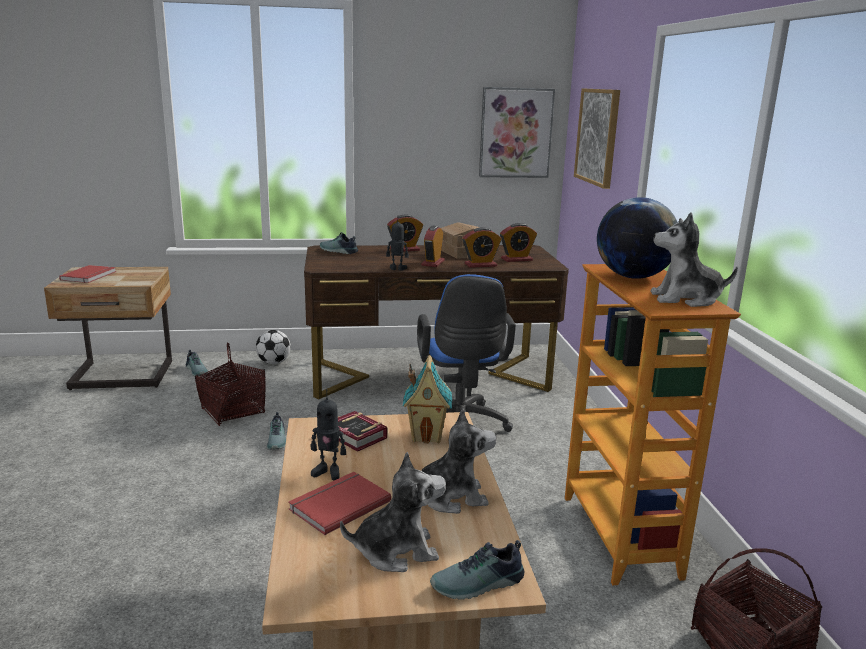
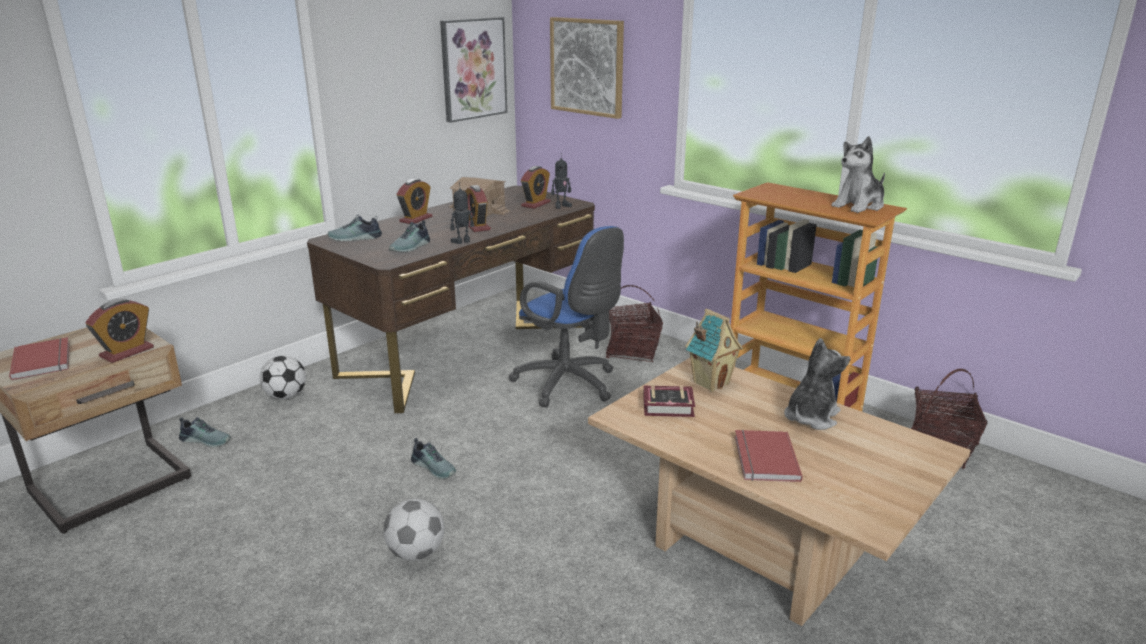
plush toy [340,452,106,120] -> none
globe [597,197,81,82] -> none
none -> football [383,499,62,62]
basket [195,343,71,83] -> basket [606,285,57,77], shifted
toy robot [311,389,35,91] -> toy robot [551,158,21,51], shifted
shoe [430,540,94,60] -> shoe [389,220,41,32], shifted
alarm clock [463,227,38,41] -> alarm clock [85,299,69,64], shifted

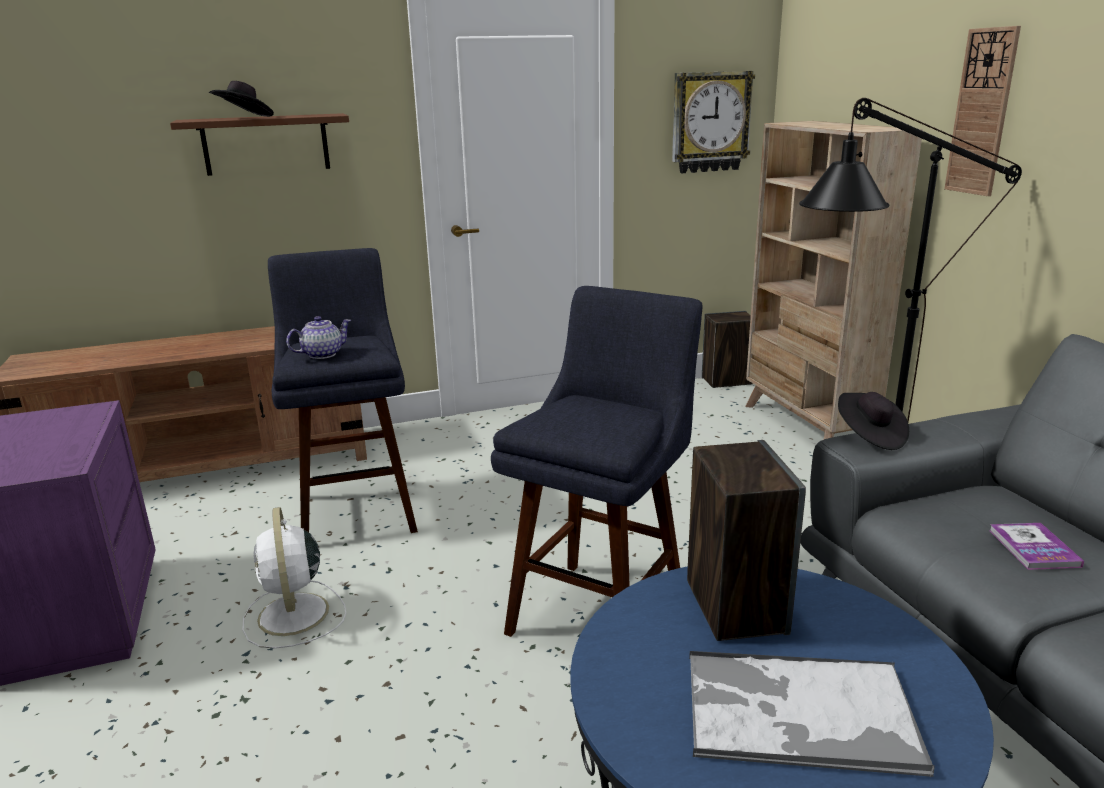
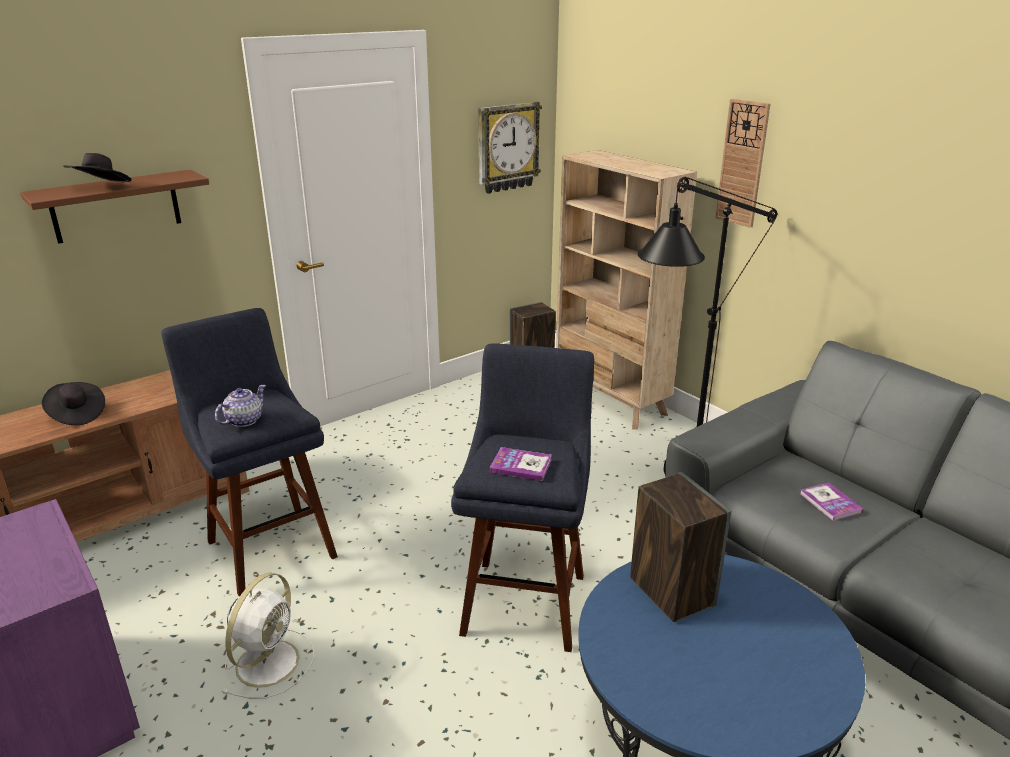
tray [689,651,246,126] -> none
none -> book [489,447,63,34]
hat in black [838,392,71,58] -> hat in black [42,382,63,43], shifted
fan in white [242,507,104,142] -> fan in white [221,572,94,126], 120 degrees counterclockwise

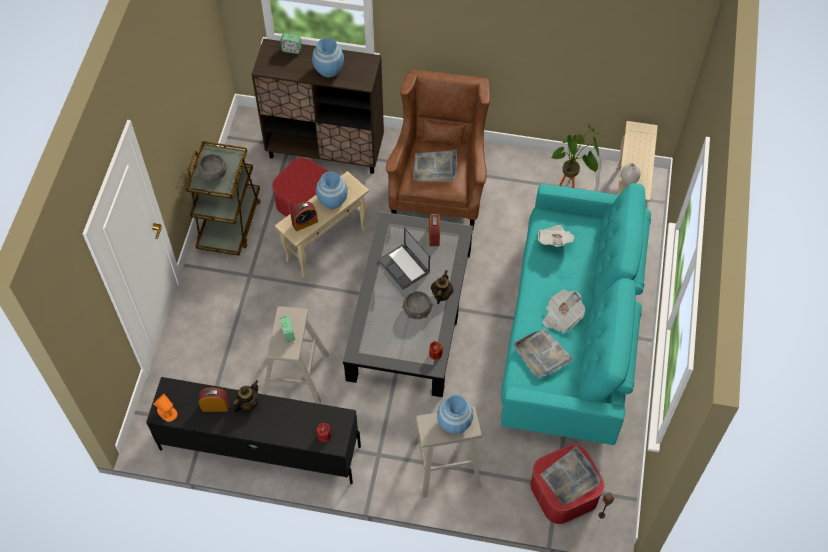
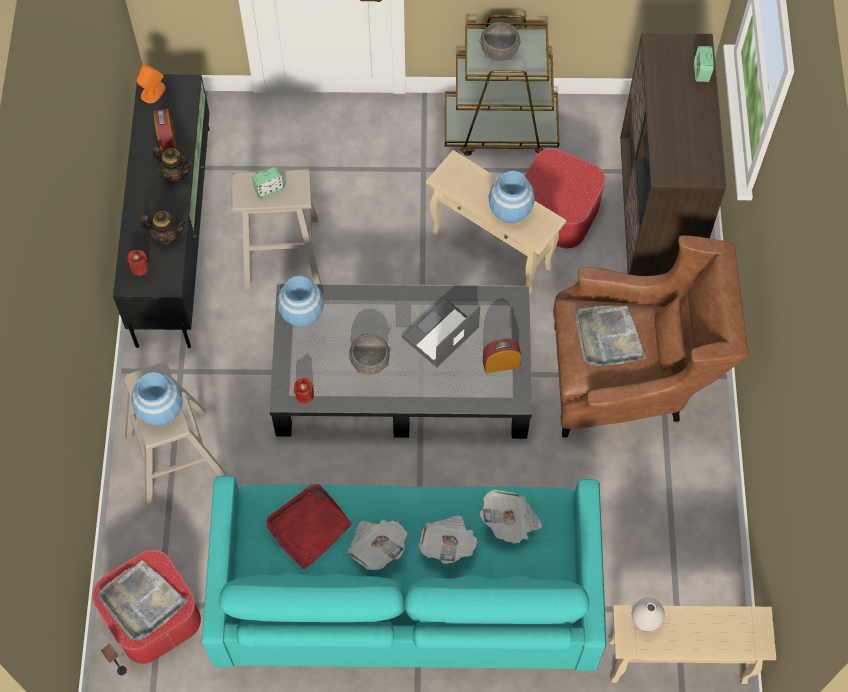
alarm clock [291,202,27,29] -> none
potted plant [551,125,49,63] -> none
none -> newspaper [419,515,59,49]
vase in blue [312,38,32,39] -> vase in blue [277,276,47,51], shifted
teapot [431,270,23,34] -> teapot [140,211,46,34], shifted
tray in grey [514,329,60,48] -> tray in red [267,484,85,86]

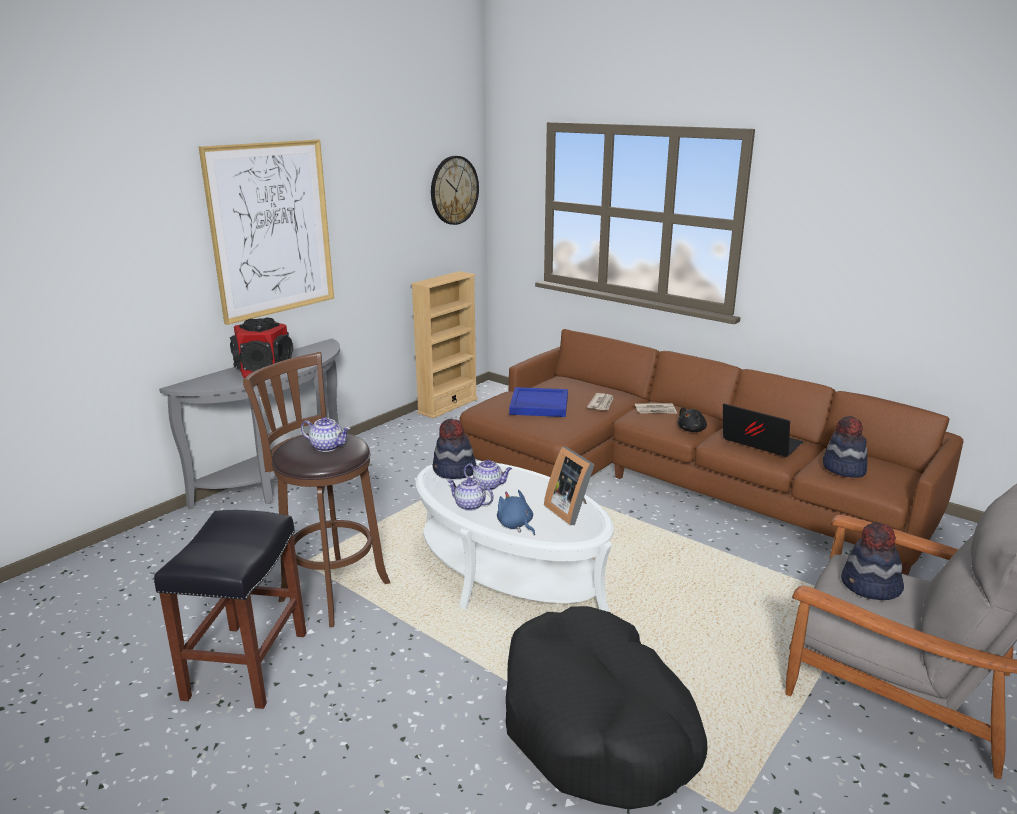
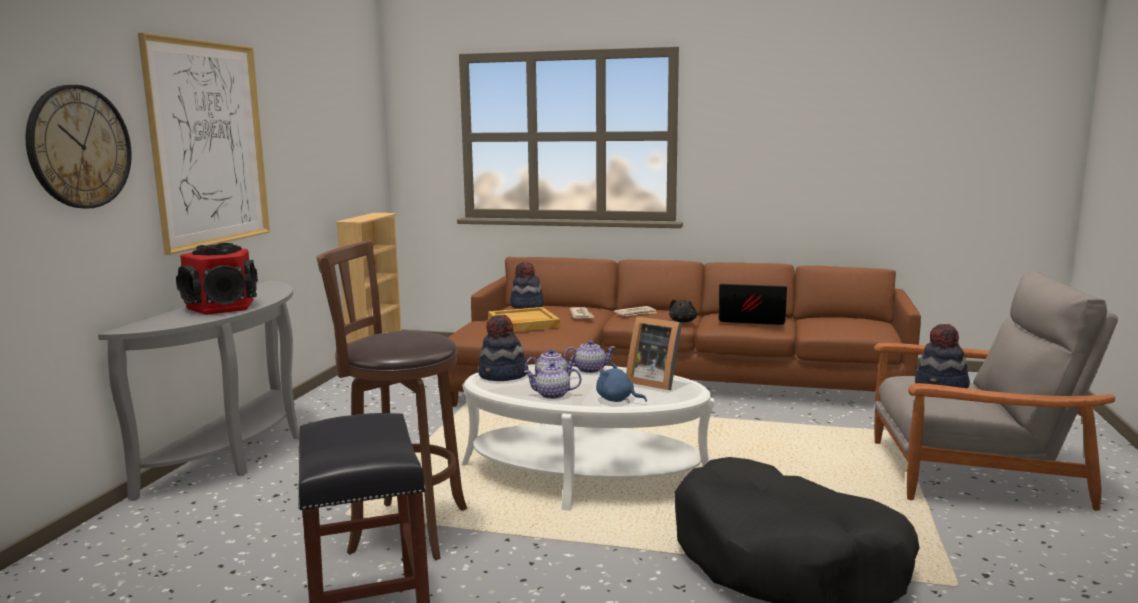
teapot [301,417,49,35] -> teapot [564,340,52,33], shifted
wall clock [431,156,48,69] -> wall clock [25,85,107,123], shifted
hat [823,416,44,62] -> hat [510,262,34,47], shifted
tray in blue [509,387,59,30] -> tray in beige [488,307,72,25]

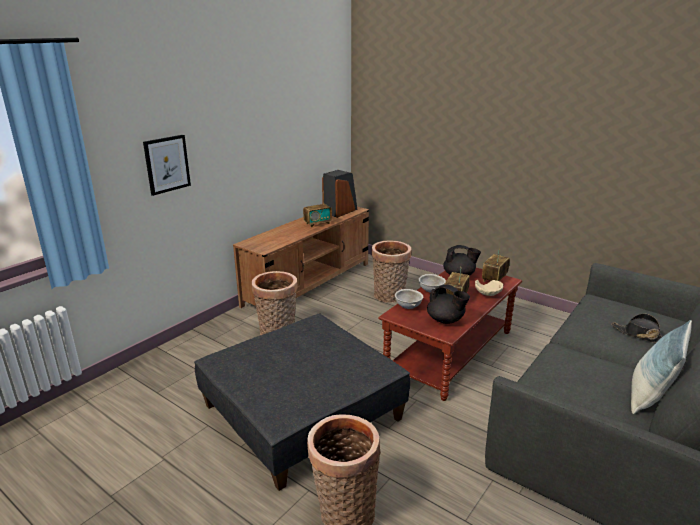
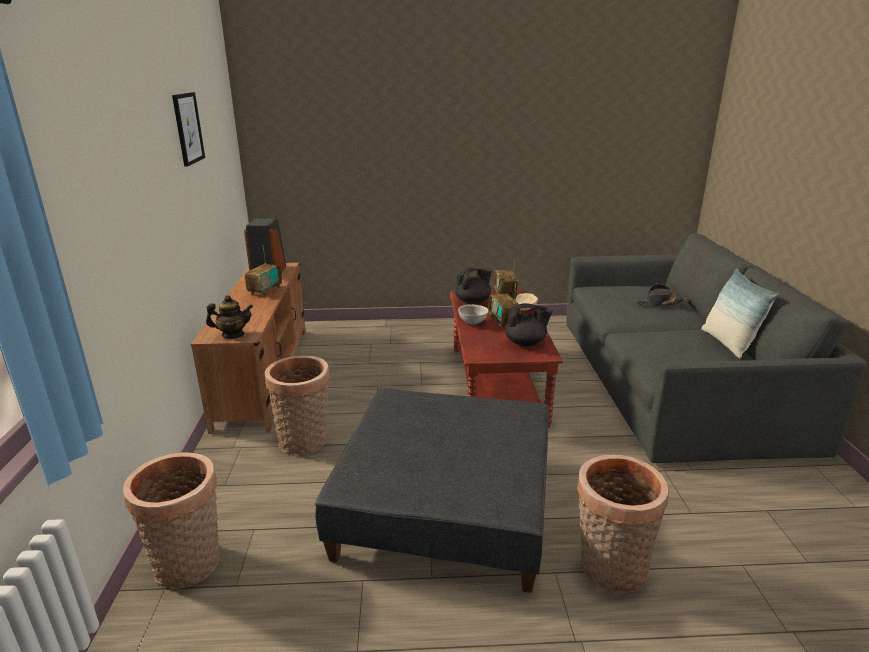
bowl in grey [395,289,28,20] -> none
none -> teapot [206,295,47,44]
picture [143,135,48,61] -> picture [172,92,33,74], shifted
basket [371,240,40,63] -> basket [123,452,97,137], shifted

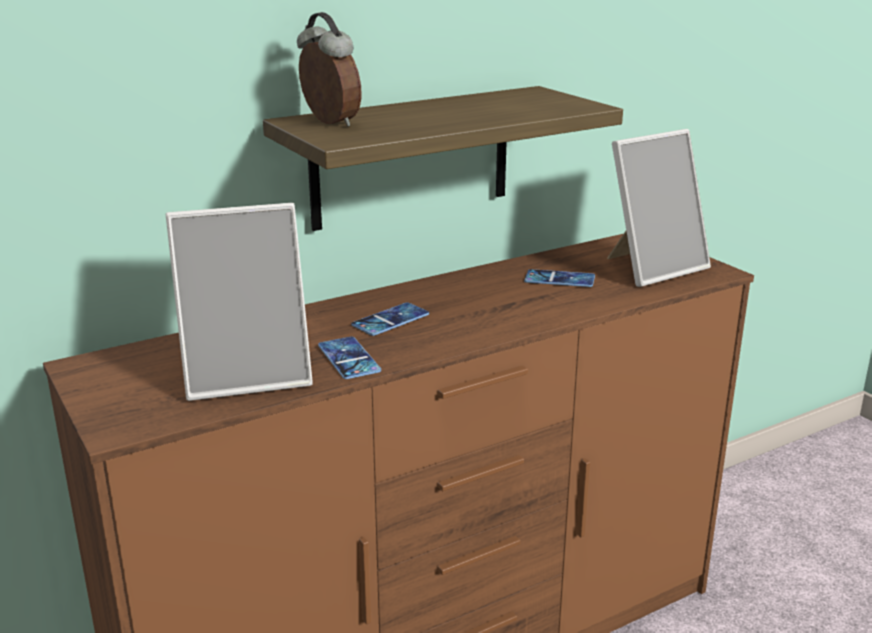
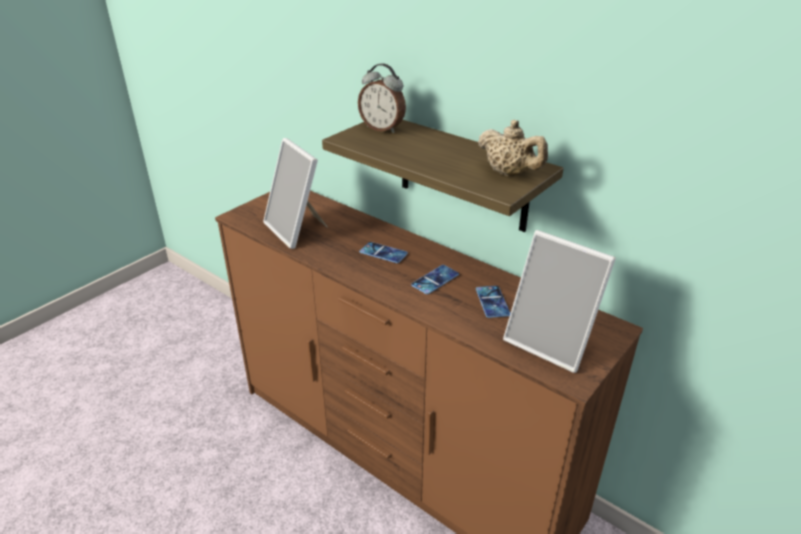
none -> teapot in beige [478,120,70,56]
phone [318,337,63,42] -> phone [411,265,48,29], shifted
alarm clock [297,12,65,115] -> alarm clock [358,63,48,70], 90 degrees clockwise

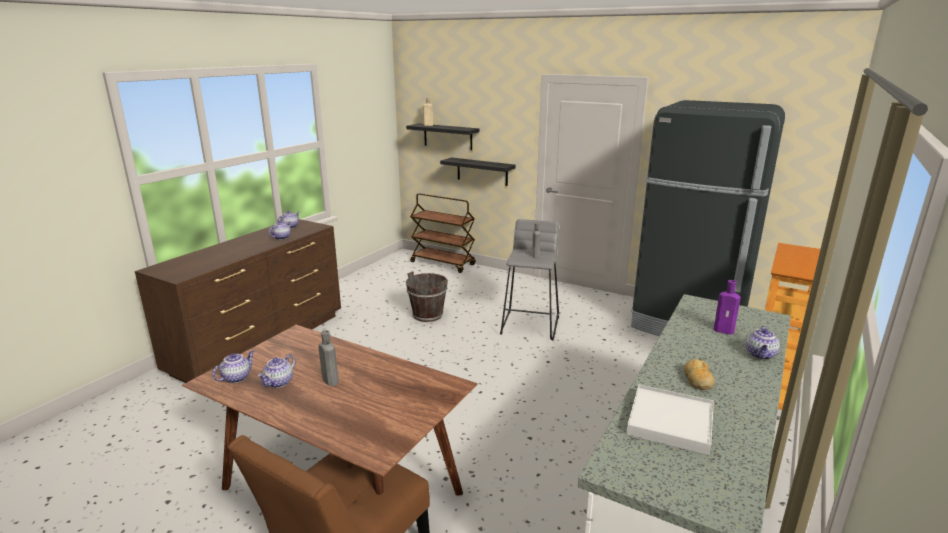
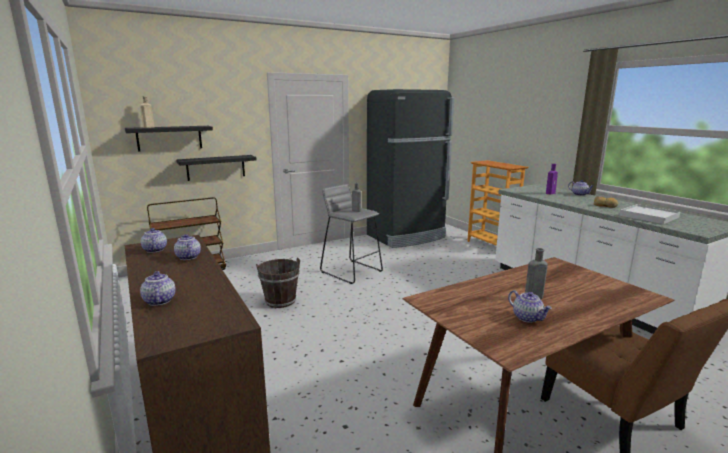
teapot [212,351,42,32] -> teapot [140,271,36,35], shifted

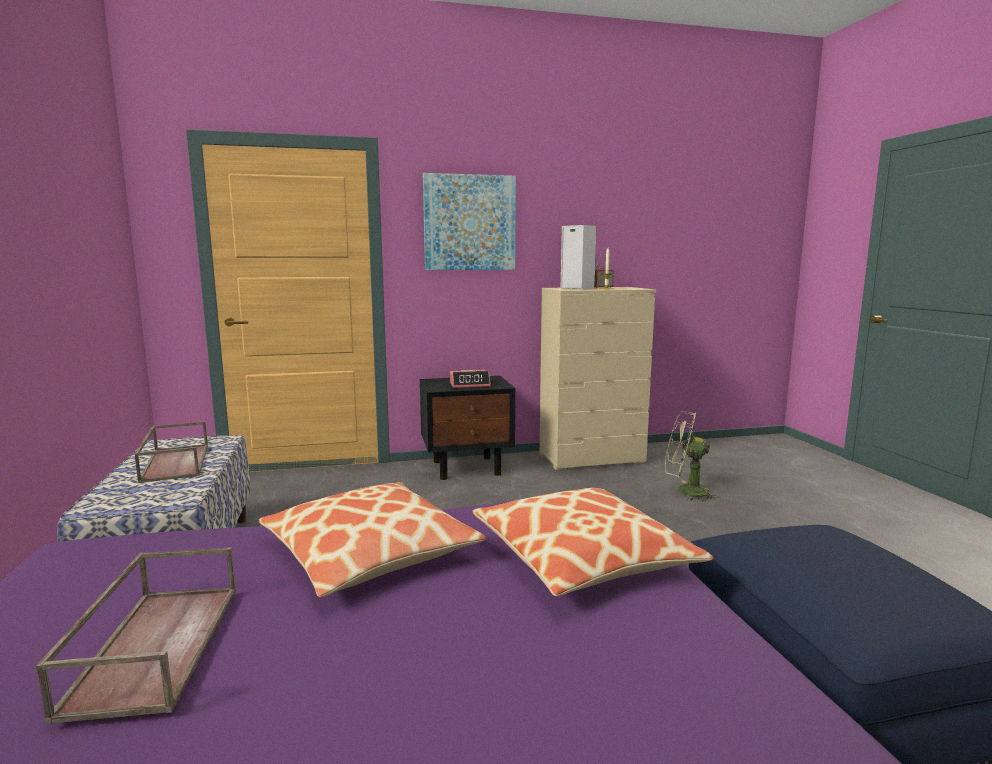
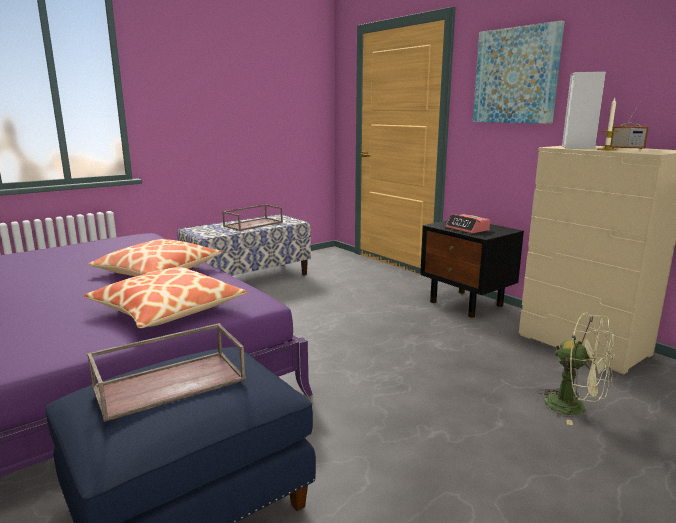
tray in brown [35,547,201,178] -> tray in brown [87,323,159,99], shifted
fan in green [665,411,54,90] -> fan in green [537,312,78,113], 135 degrees clockwise

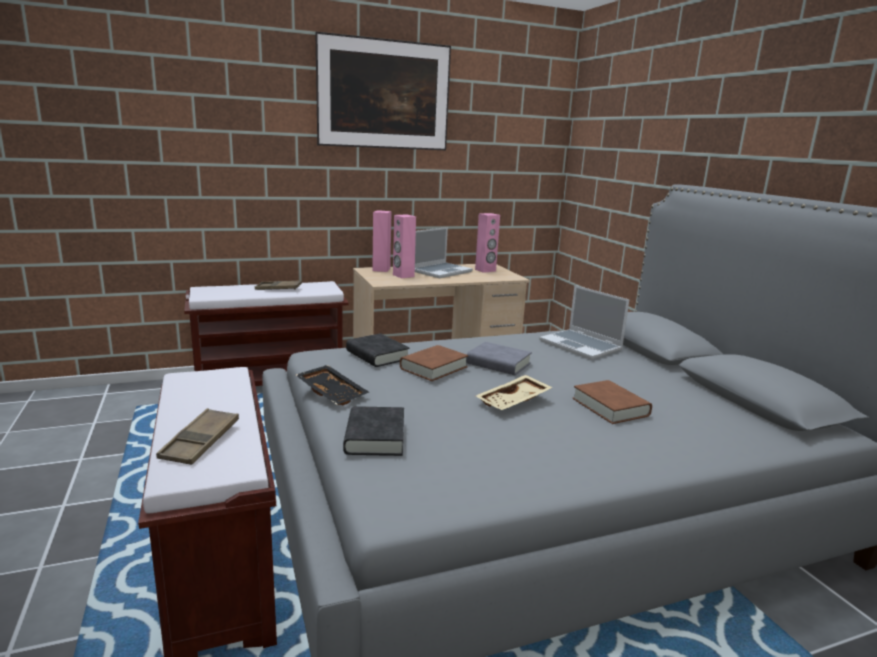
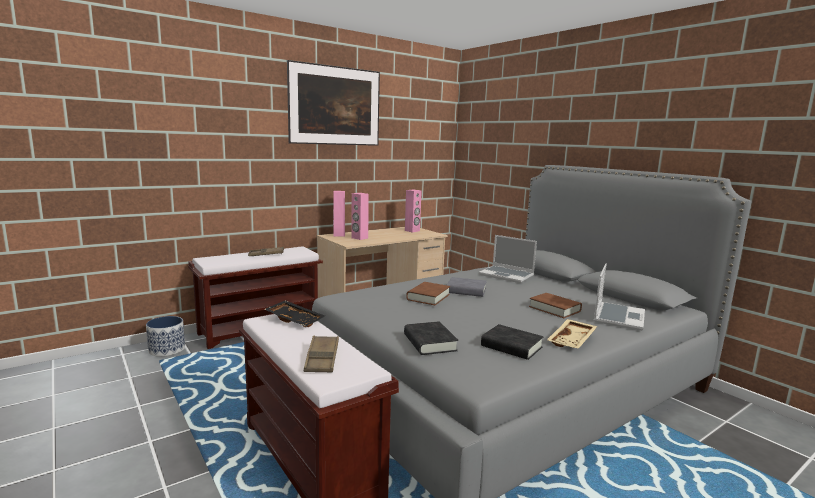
none -> planter [146,316,39,41]
tray in black [296,365,73,40] -> tray in black [264,300,61,27], shifted
book in black [346,333,64,34] -> book in black [481,324,63,36], shifted
laptop [415,227,58,51] -> laptop [594,263,51,68], shifted
tray in beige [476,375,77,35] -> tray in beige [547,319,51,30], shifted

